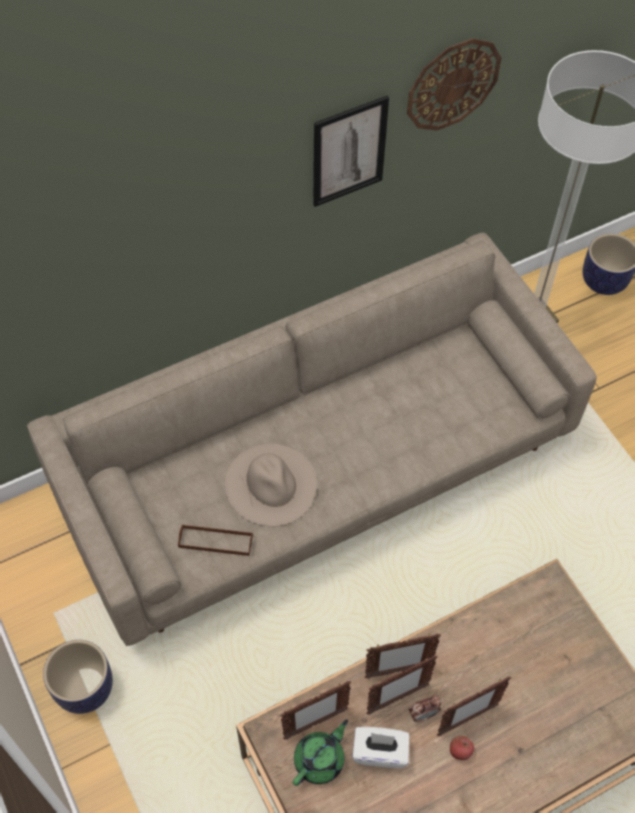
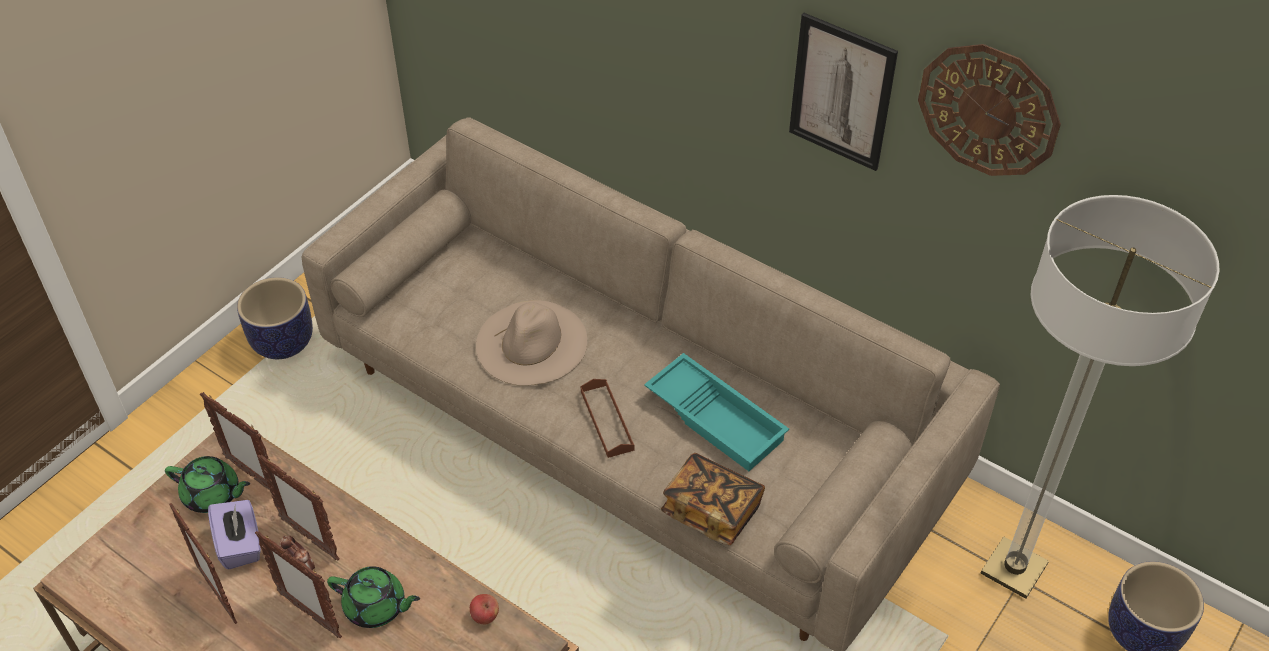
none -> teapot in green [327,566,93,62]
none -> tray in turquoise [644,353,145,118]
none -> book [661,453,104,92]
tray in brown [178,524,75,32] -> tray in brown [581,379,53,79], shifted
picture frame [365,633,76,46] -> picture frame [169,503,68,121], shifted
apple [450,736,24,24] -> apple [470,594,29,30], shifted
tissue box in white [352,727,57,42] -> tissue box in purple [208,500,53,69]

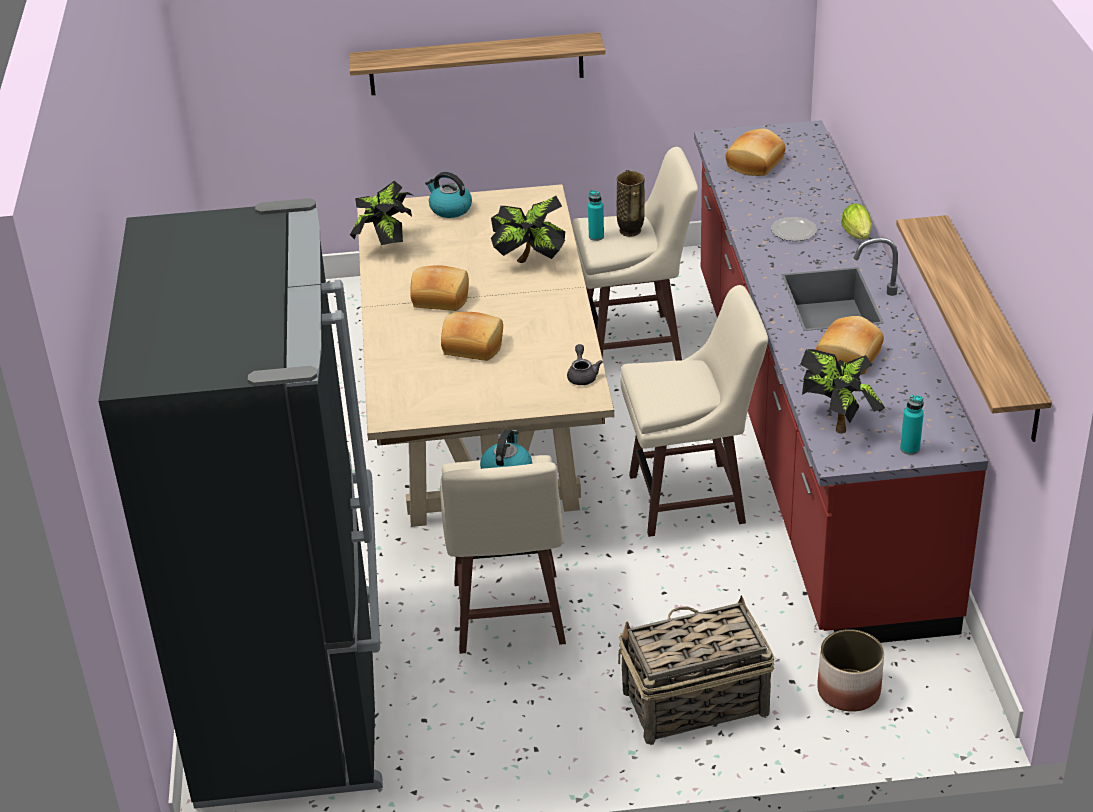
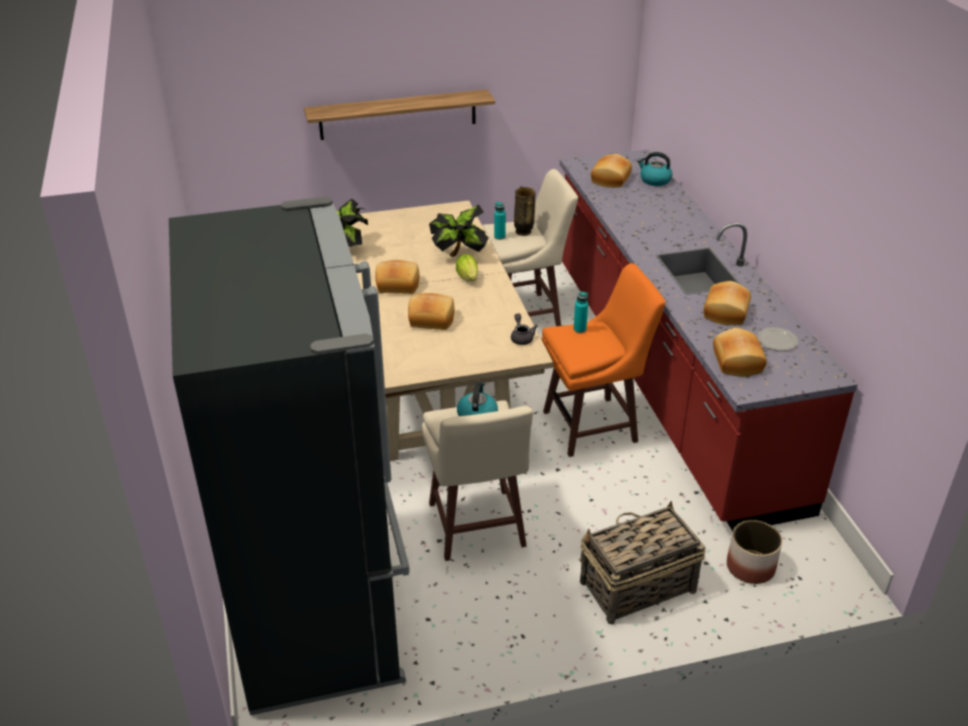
shelf [896,215,156,227] -> none
kettle [425,172,47,46] -> kettle [637,152,36,34], shifted
plate [771,217,46,24] -> plate [757,327,41,24], shifted
lettuce [841,204,31,36] -> lettuce [456,254,22,27], shifted
bottle in turquoise [900,394,24,61] -> bottle in turquoise [573,291,15,42], shifted
potted plant [800,349,85,85] -> bread [713,328,54,49]
stool in beige [620,285,148,252] -> stool in orange [541,263,125,194]

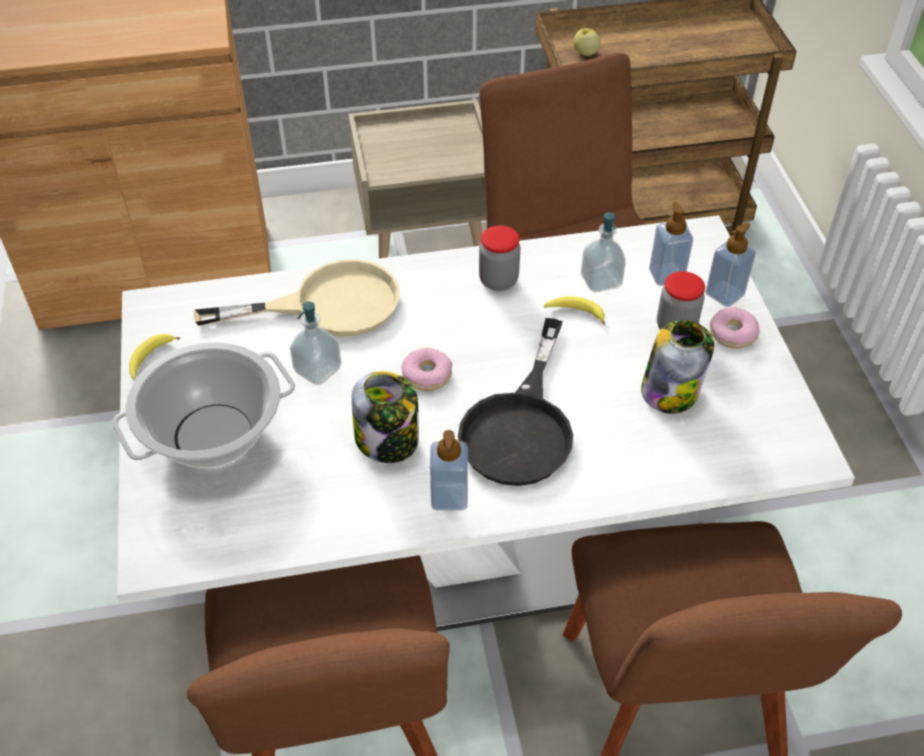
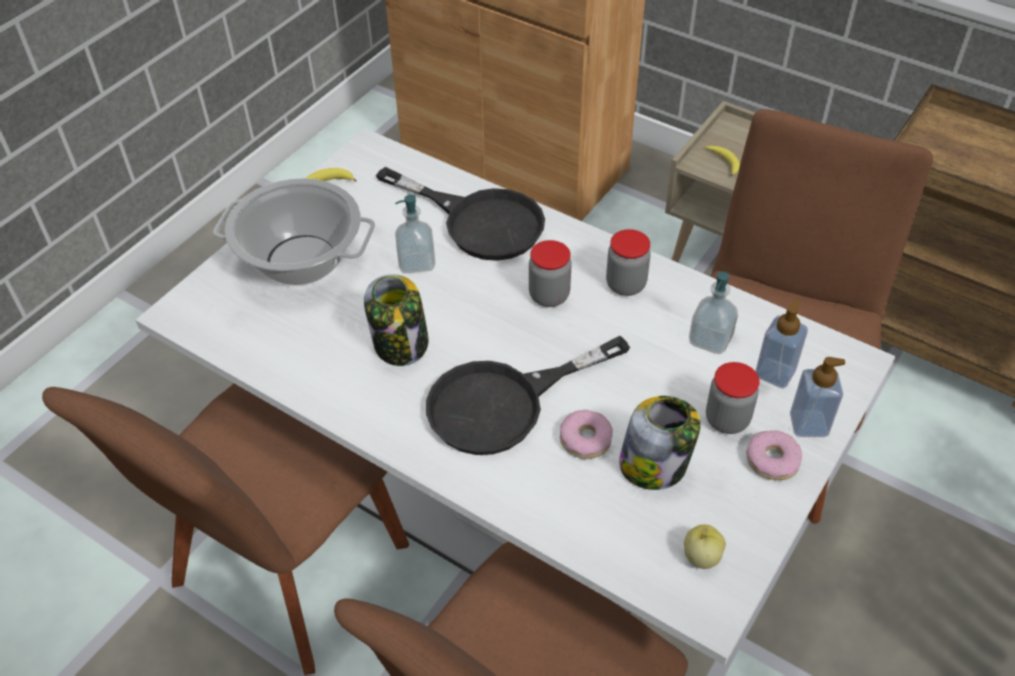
soap dispenser [430,430,38,81] -> none
none -> jar [529,240,42,67]
donut [401,348,51,43] -> donut [560,410,53,49], shifted
banana [544,296,61,29] -> banana [706,146,34,31], shifted
apple [573,28,28,28] -> apple [684,524,42,45], shifted
frying pan in beige [193,259,207,77] -> frying pan in black [376,167,169,94]

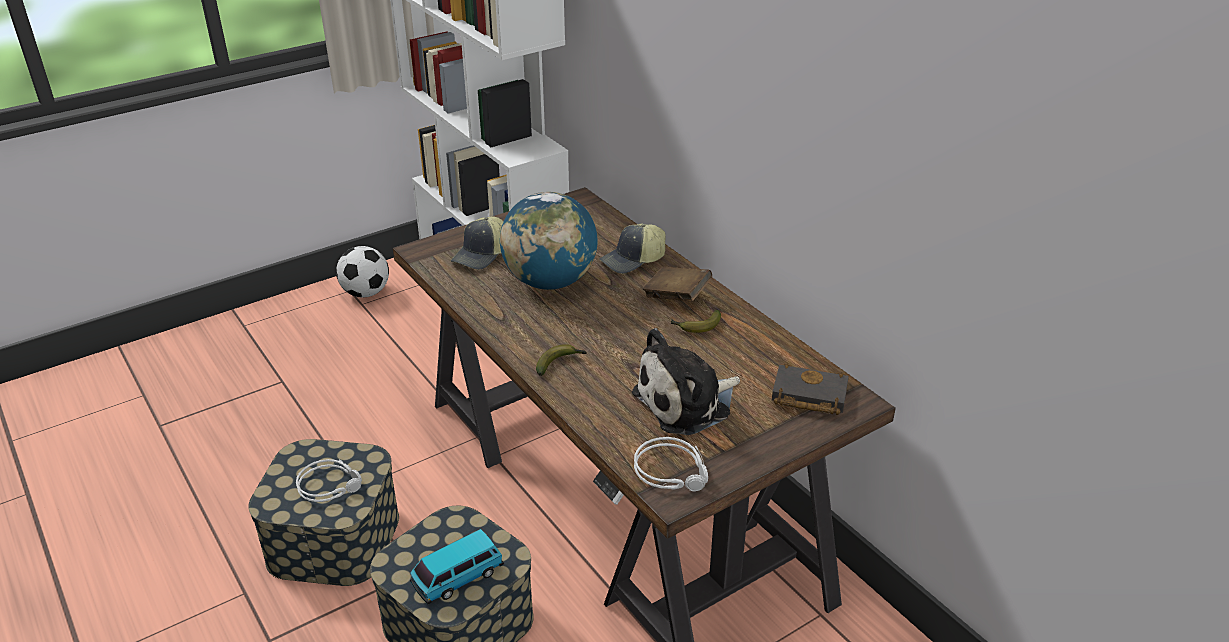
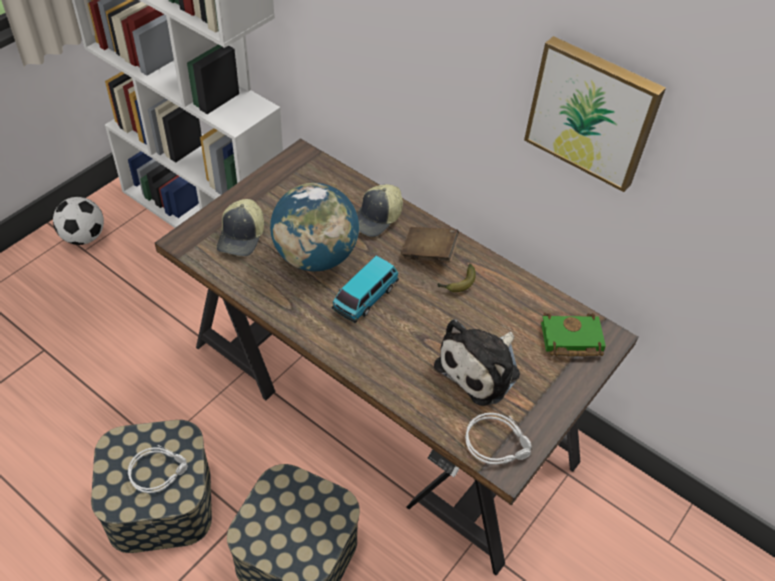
banana [536,344,51,32] -> none
none -> picture [524,36,142,156]
toy car [410,529,94,76] -> toy car [332,256,67,67], shifted
book in black [772,363,77,52] -> book in green [541,313,65,44]

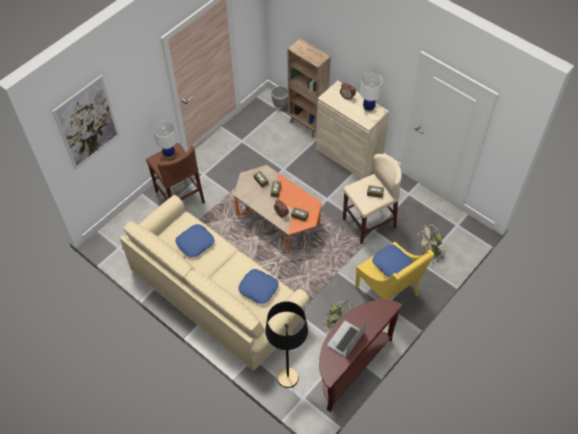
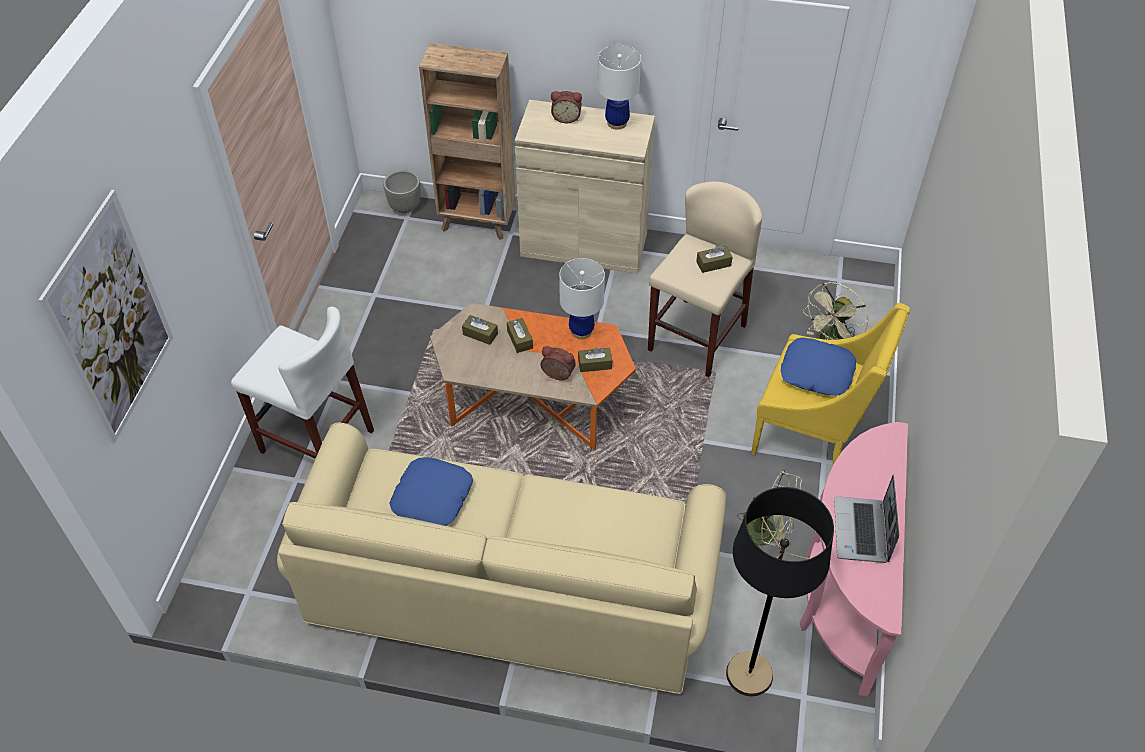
pillow in blue [238,269,41,35] -> none
table lamp in white [153,121,24,37] -> table lamp in white [559,258,46,81], shifted
stool in brown [146,143,59,61] -> stool in white [231,307,143,152]
console table in brown [319,299,84,113] -> console table in pink [800,422,108,275]

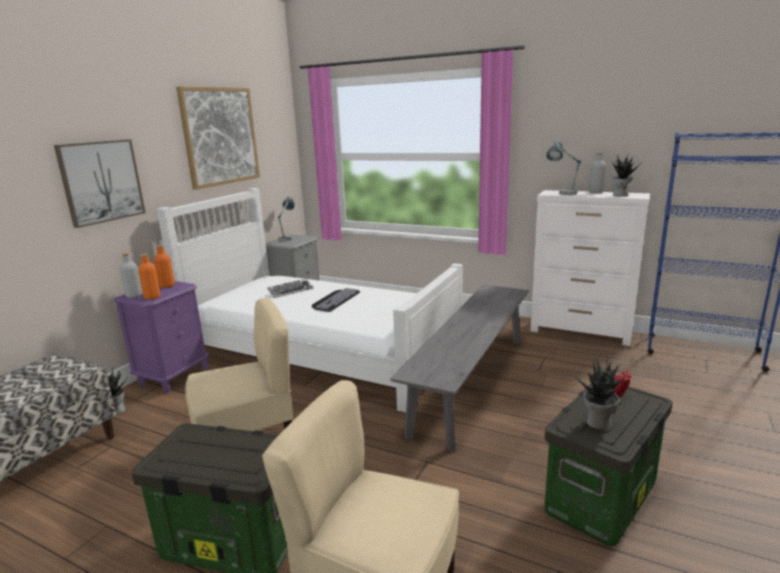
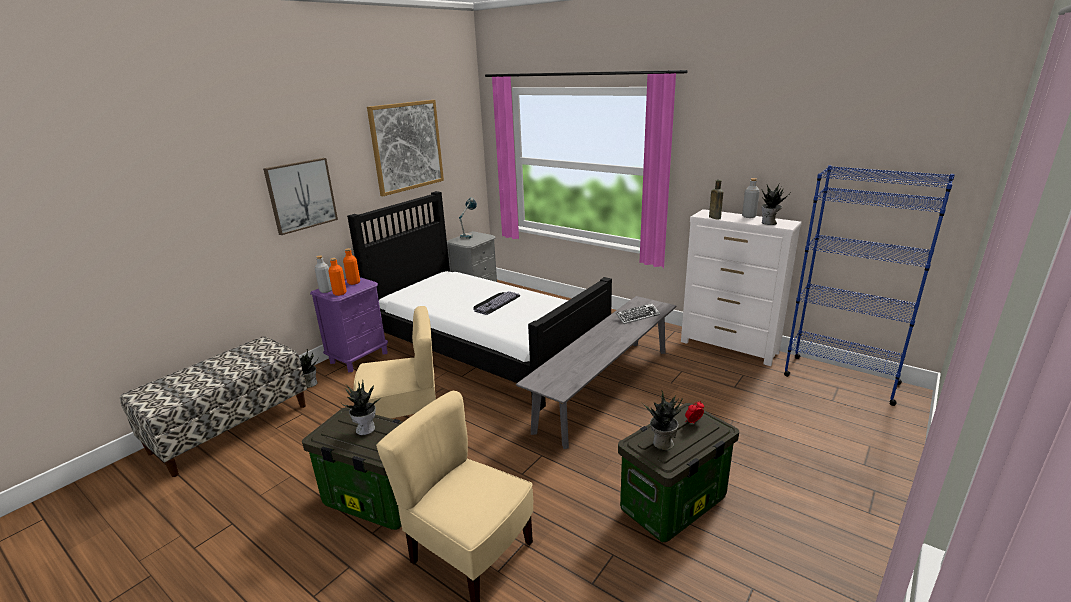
none -> potted plant [341,381,41,54]
keyboard [267,279,47,19] -> keyboard [616,303,44,21], shifted
table lamp [546,141,35,54] -> bottle in brown [709,180,15,39]
bed in white [157,188,306,224] -> bed in black [347,191,265,220]

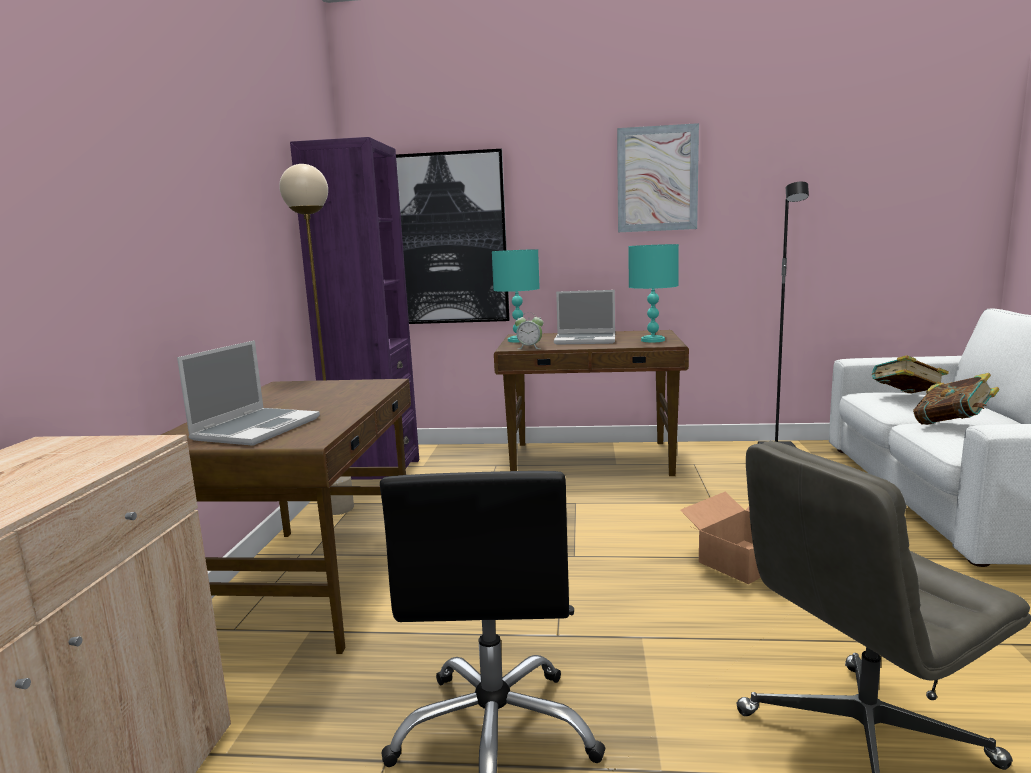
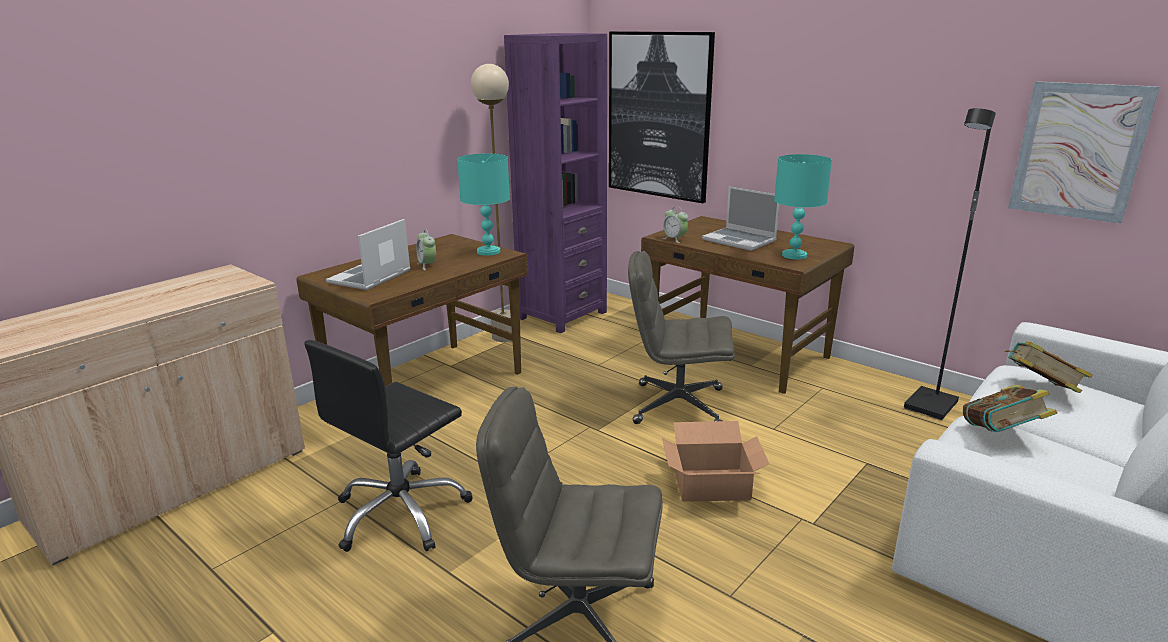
none -> alarm clock [416,230,20,40]
none -> office chair in grey [628,251,107,173]
table lamp in turquoise [492,249,48,93] -> table lamp in turquoise [457,154,53,102], shifted
picture [617,123,82,109] -> picture [1008,81,152,143], shifted
laptop [177,340,143,106] -> laptop [326,219,85,71], 150 degrees clockwise

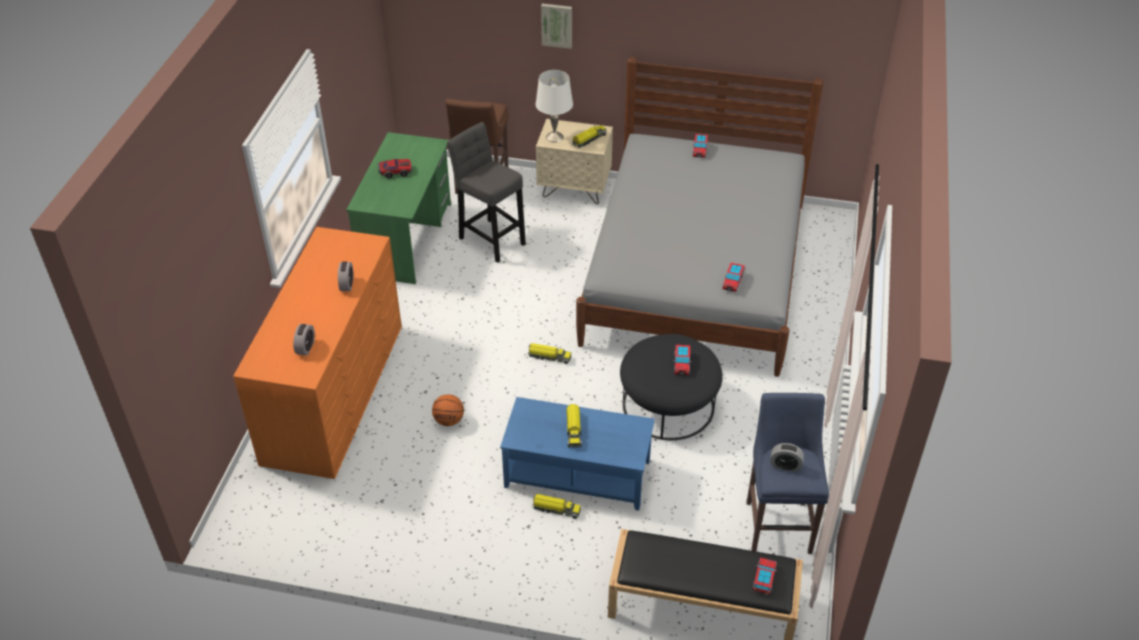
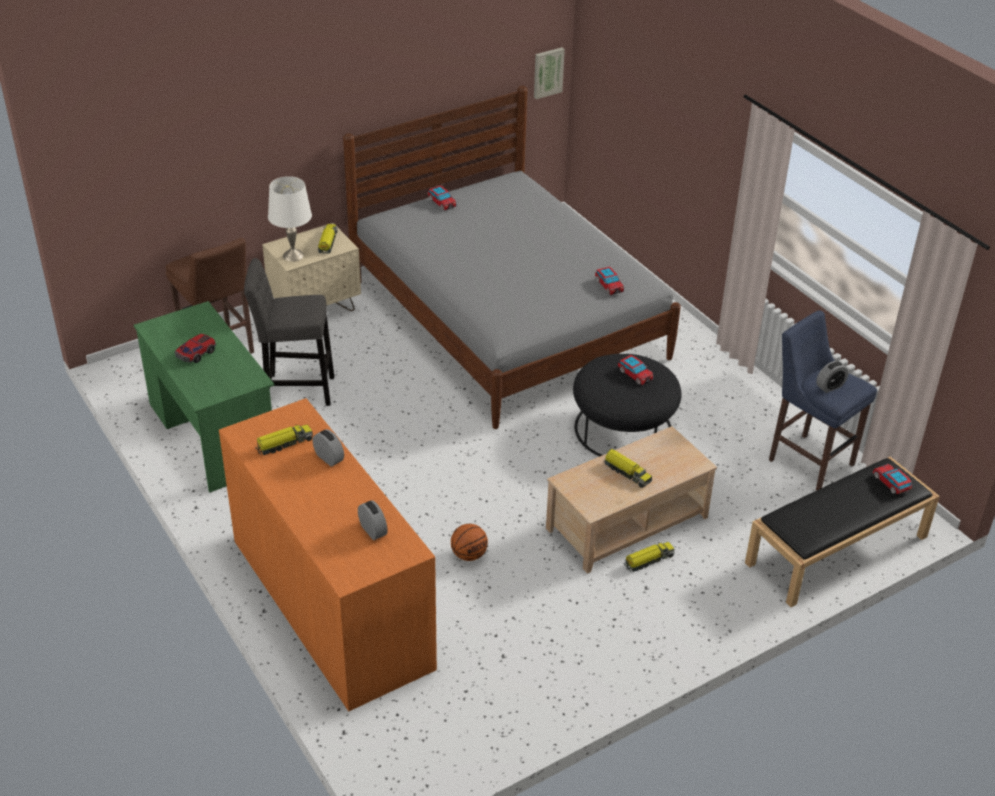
toy truck [527,343,44,21] -> toy truck [255,424,58,32], shifted
picture [541,4,31,45] -> picture [534,47,31,52], shifted
coffee table in blue [500,397,155,114] -> coffee table in beige [546,426,171,148]

